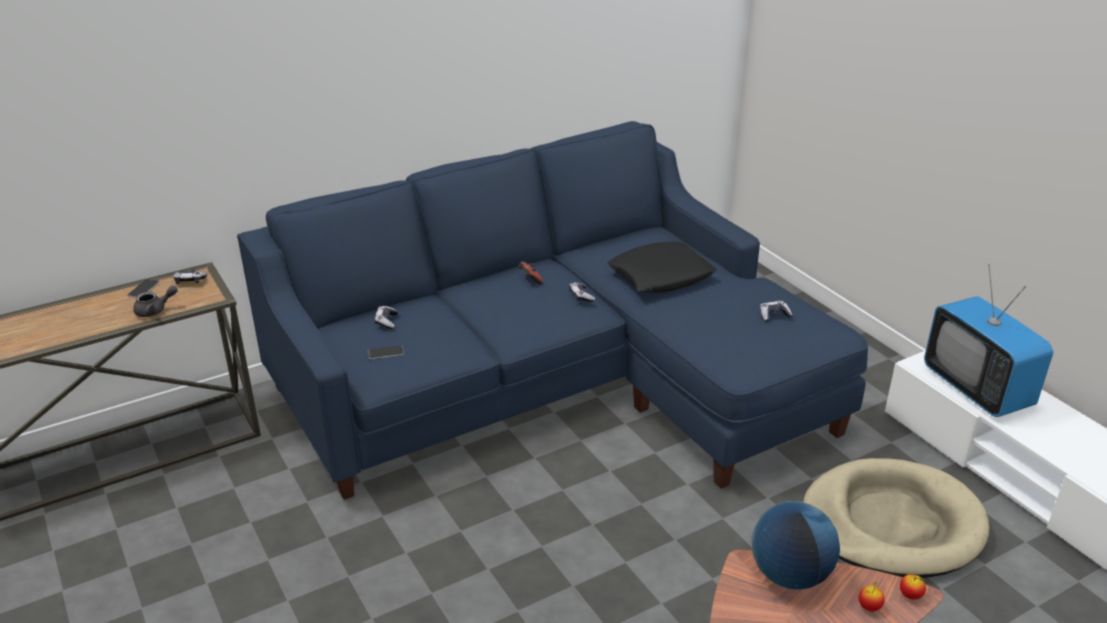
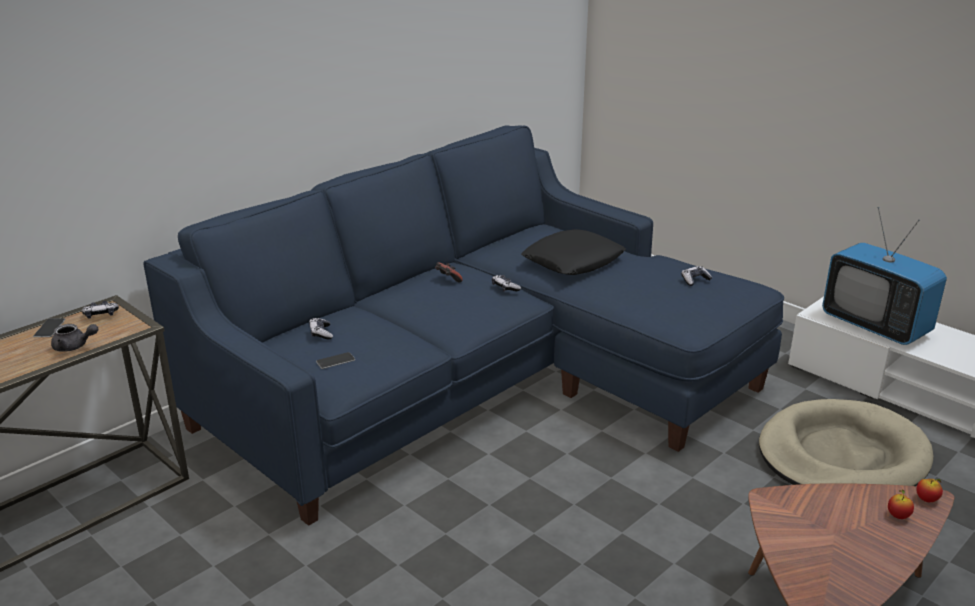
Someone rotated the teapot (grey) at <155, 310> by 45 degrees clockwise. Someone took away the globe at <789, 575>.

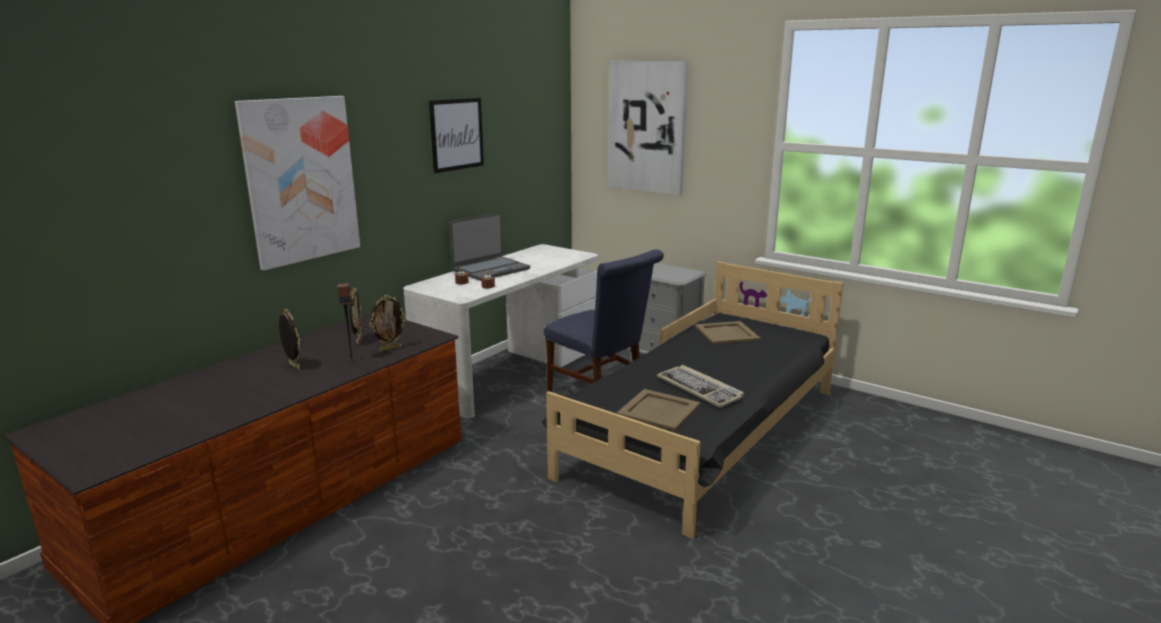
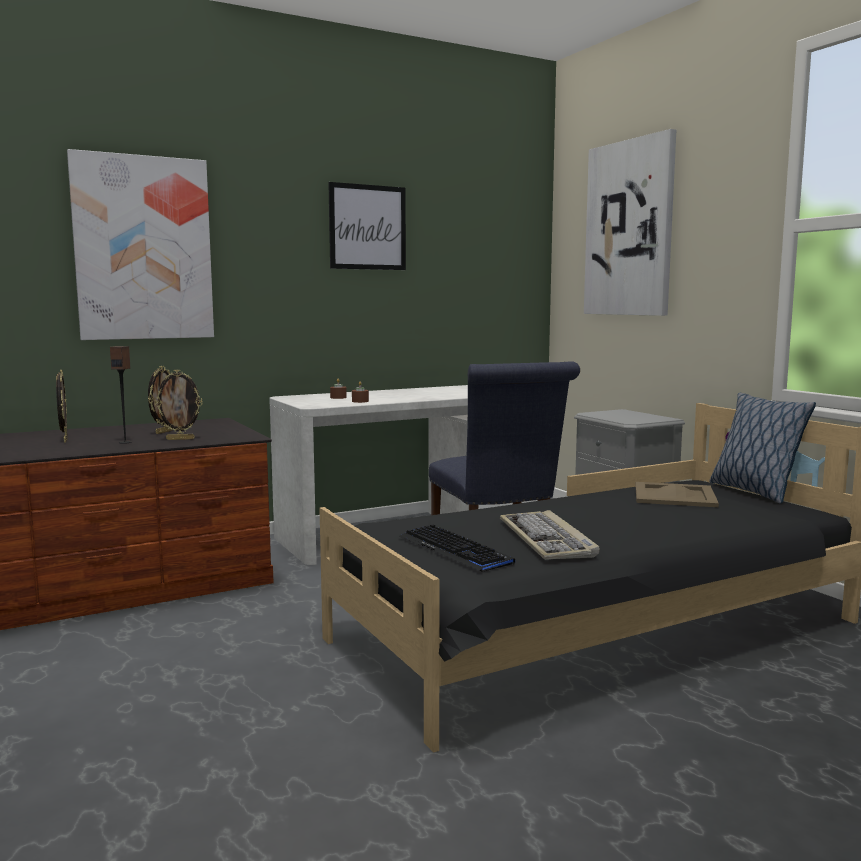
Someone took away the laptop at <491, 270>. Someone swapped the tray (beige) at <659, 410> for the keyboard at <454, 550>. Someone put down the pillow at <754, 491>.

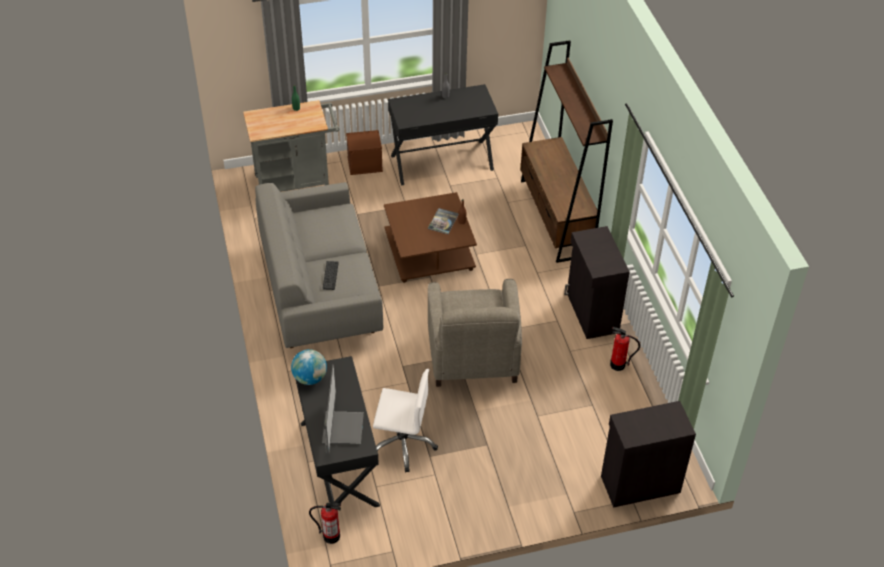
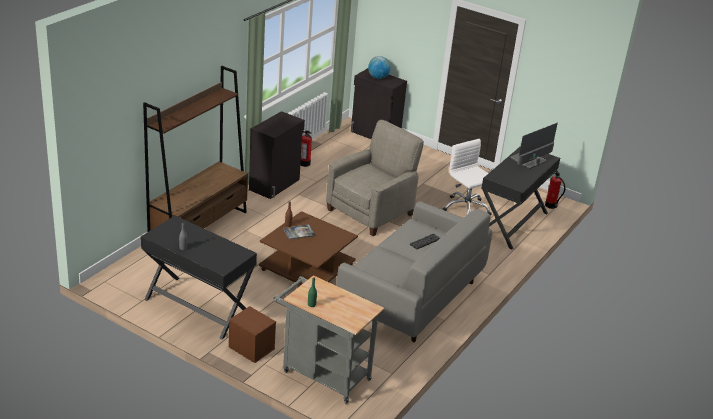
Someone carried the globe from <310, 378> to <378, 77>.

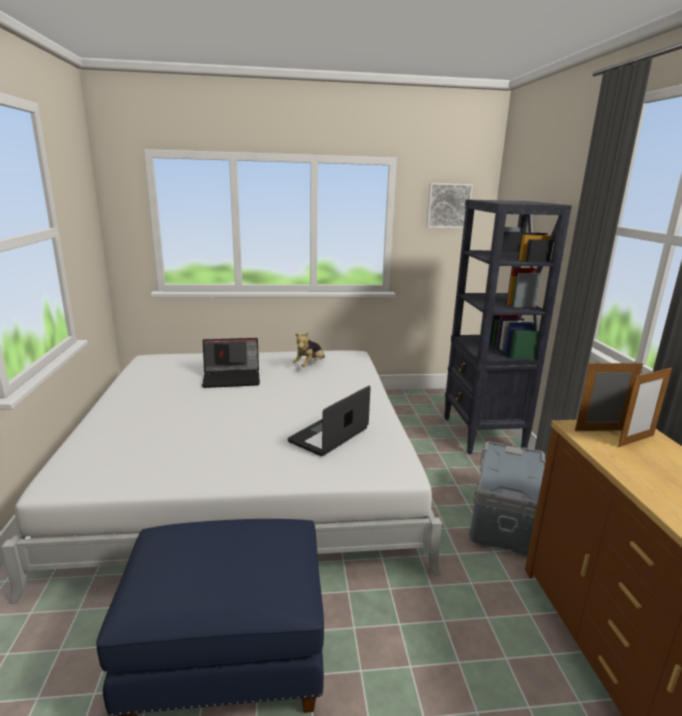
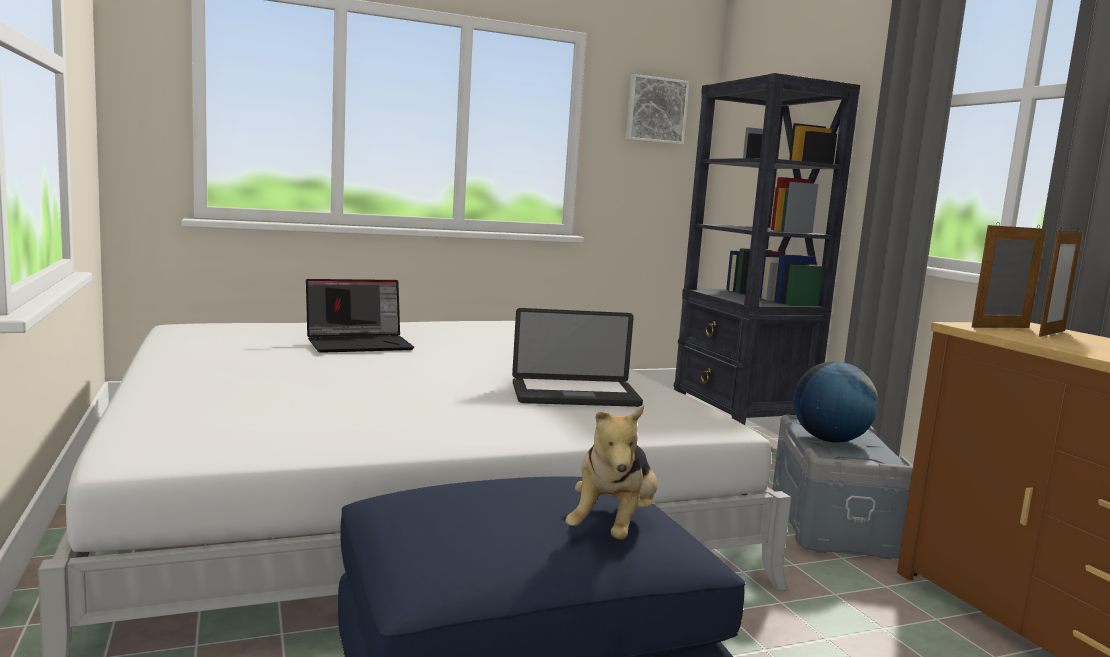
Someone carried the plush toy from <309, 365> to <613, 528>. Someone rotated the laptop at <329, 435> by 120 degrees counterclockwise. Someone put down the globe at <829, 440>.

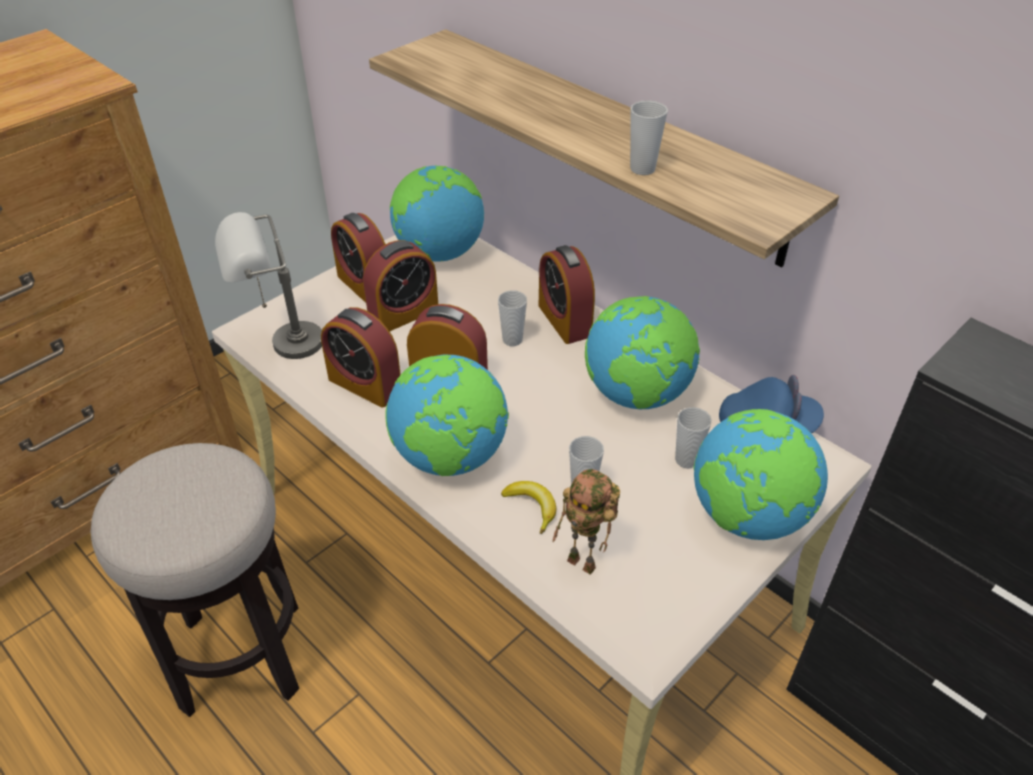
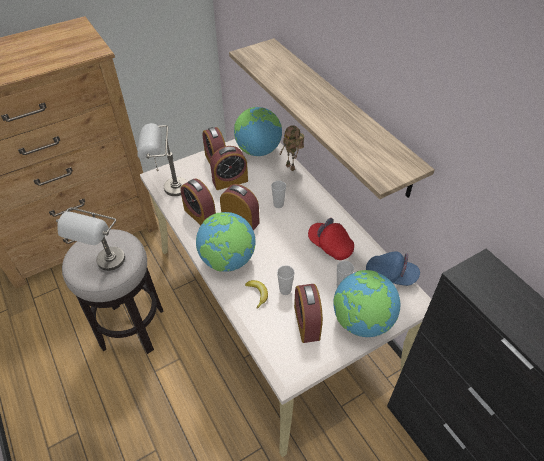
Someone took away the cup at <642, 169>. Someone carried the alarm clock from <564, 320> to <307, 323>. Someone swapped the globe at <637, 395> for the cap (red) at <330, 246>. Someone carried the toy robot from <585, 563> to <292, 167>. Someone put down the table lamp (grey) at <107, 267>.

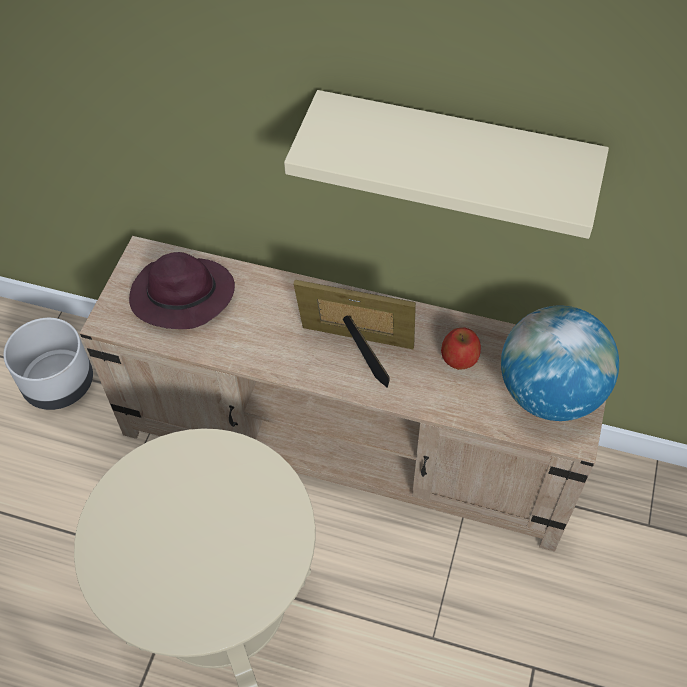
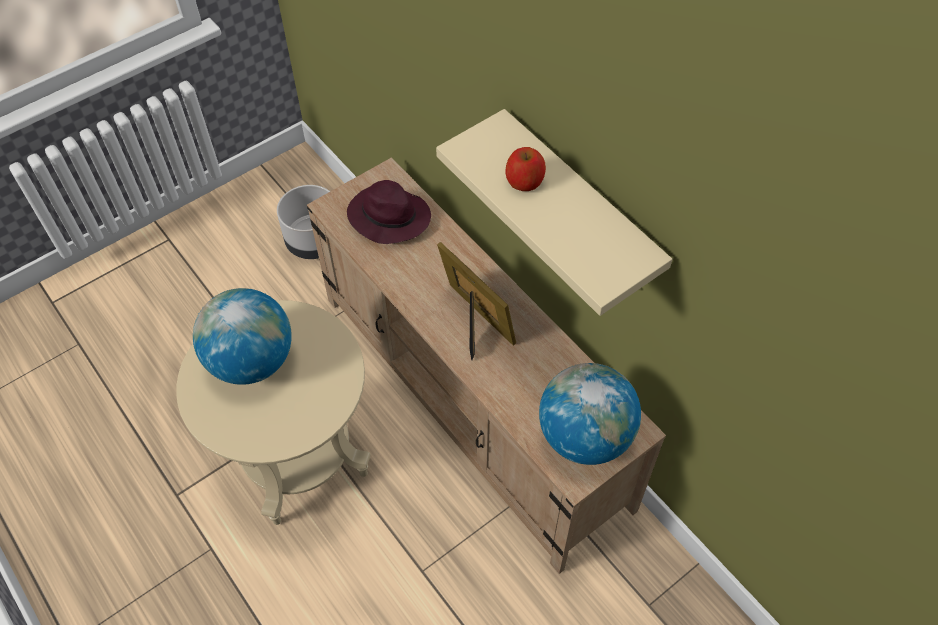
Someone carried the apple from <460, 357> to <525, 180>. Someone put down the globe at <251, 361>.

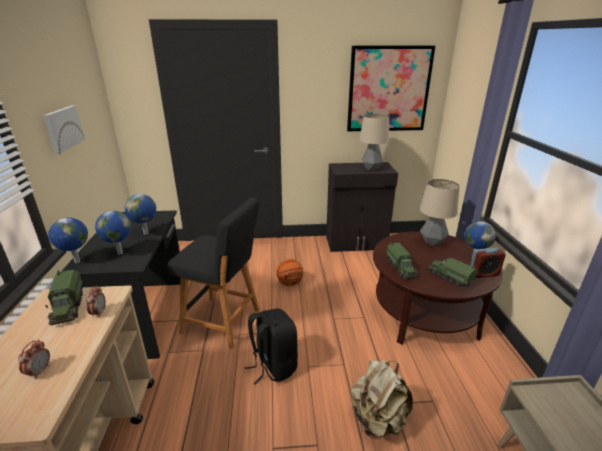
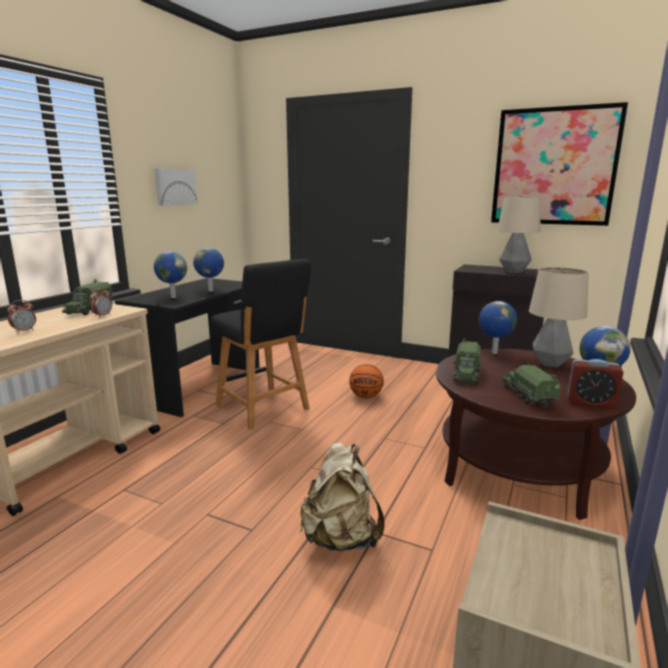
Someone carried the globe from <76, 262> to <493, 353>. Someone took away the backpack (black) at <273, 365>.

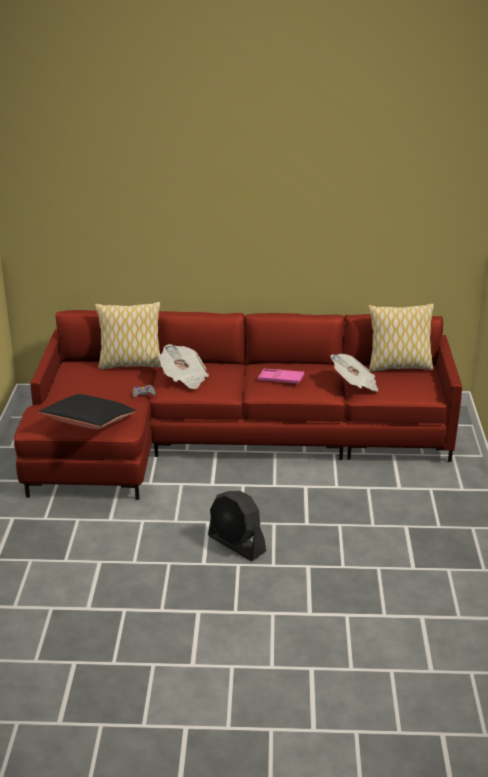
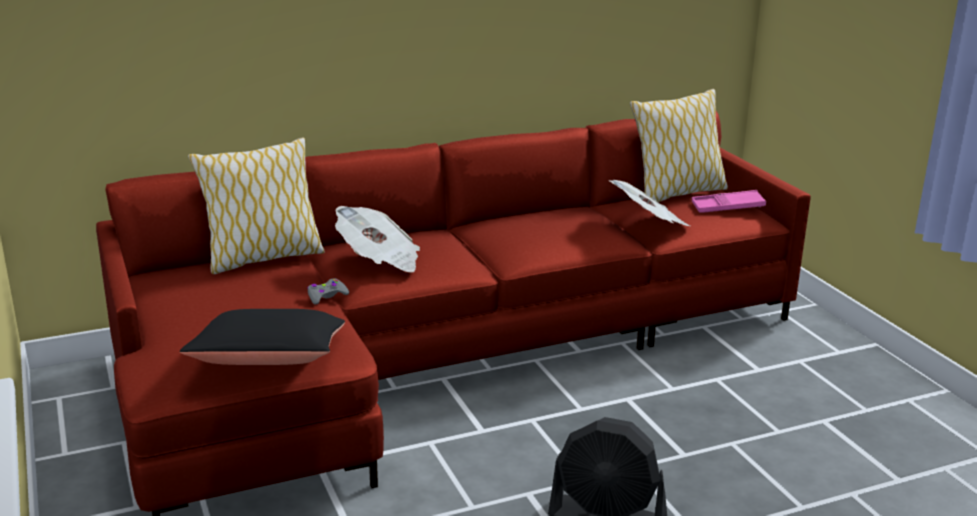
Someone carried the tray (pink) from <280, 379> to <727, 207>.

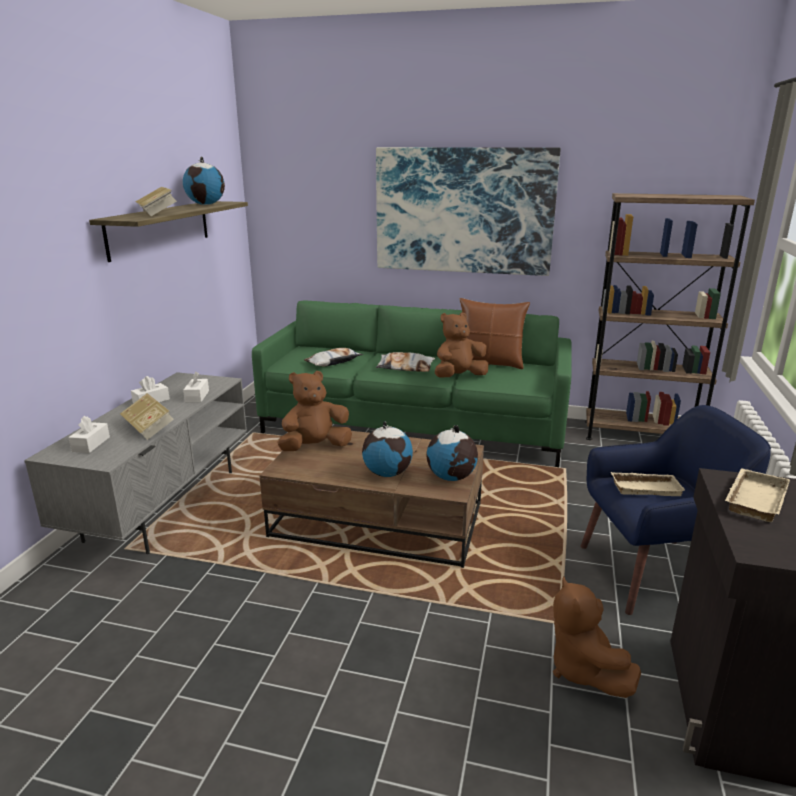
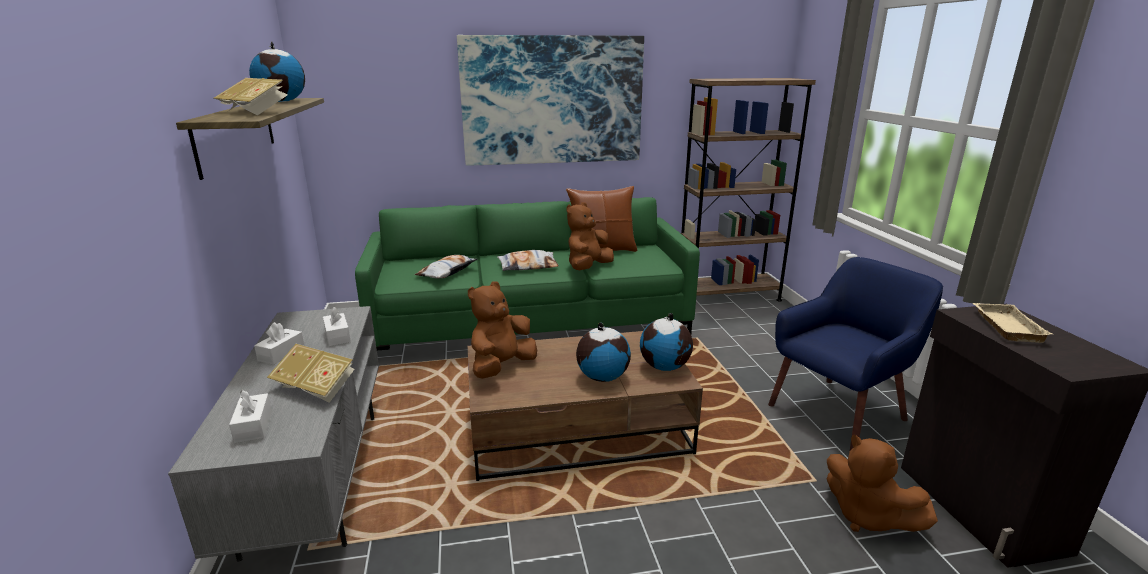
Someone took away the tray (beige) at <646, 487>.

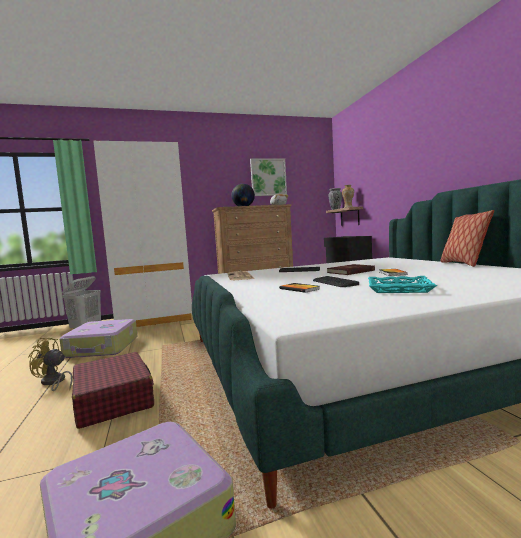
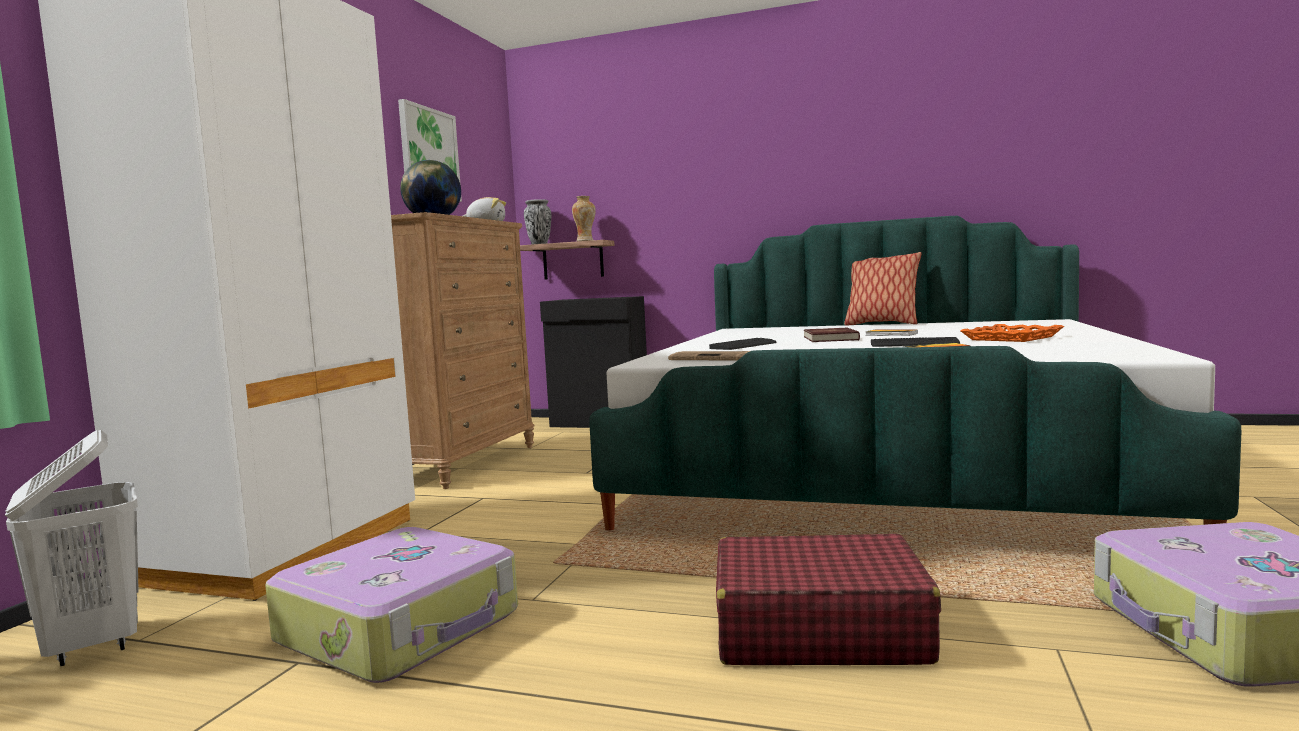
Someone repainted the tray (turquoise) at <399, 289>, which became the tray (orange) at <1012, 338>. Someone took away the fan (yellow) at <53, 382>.

